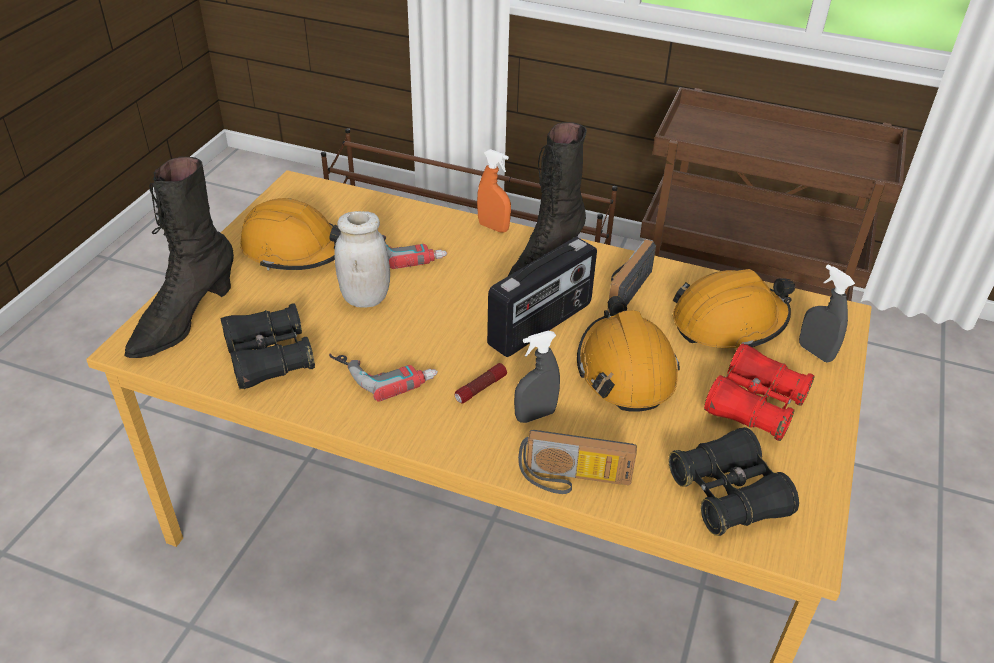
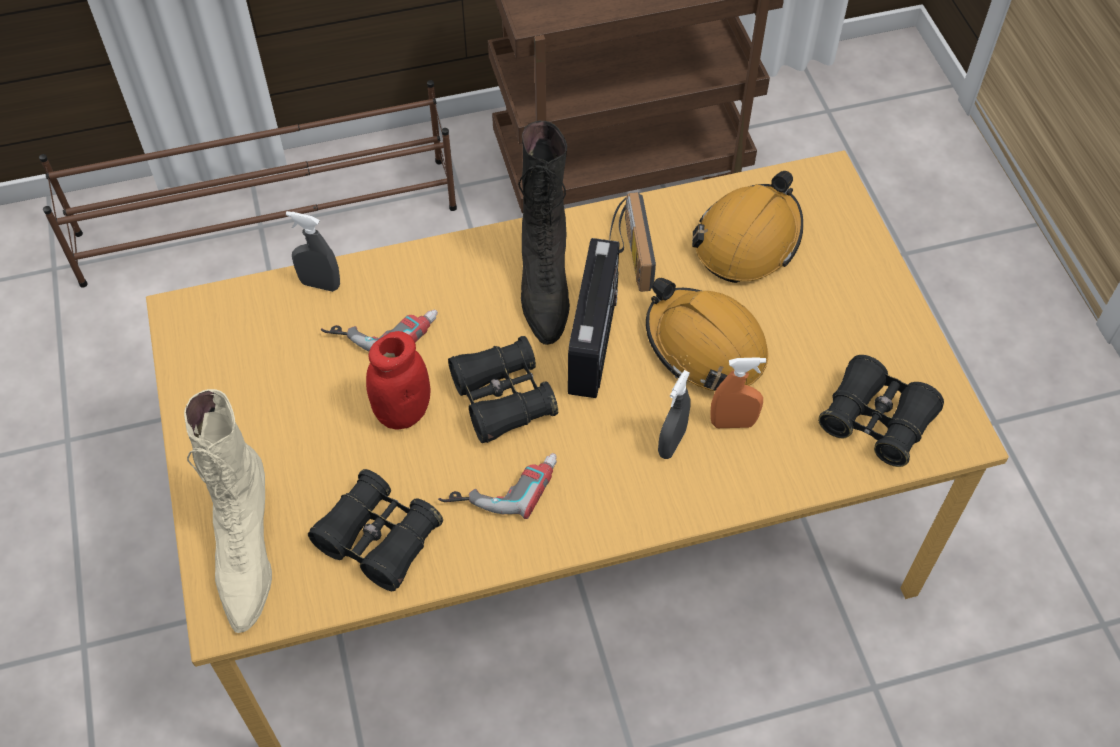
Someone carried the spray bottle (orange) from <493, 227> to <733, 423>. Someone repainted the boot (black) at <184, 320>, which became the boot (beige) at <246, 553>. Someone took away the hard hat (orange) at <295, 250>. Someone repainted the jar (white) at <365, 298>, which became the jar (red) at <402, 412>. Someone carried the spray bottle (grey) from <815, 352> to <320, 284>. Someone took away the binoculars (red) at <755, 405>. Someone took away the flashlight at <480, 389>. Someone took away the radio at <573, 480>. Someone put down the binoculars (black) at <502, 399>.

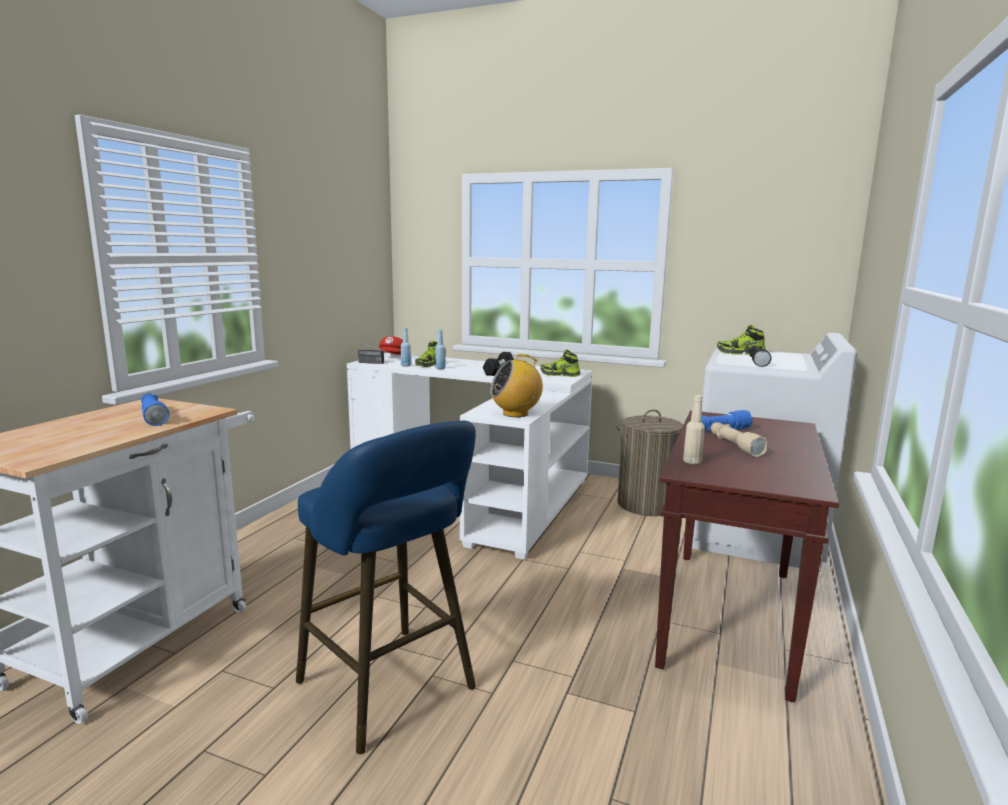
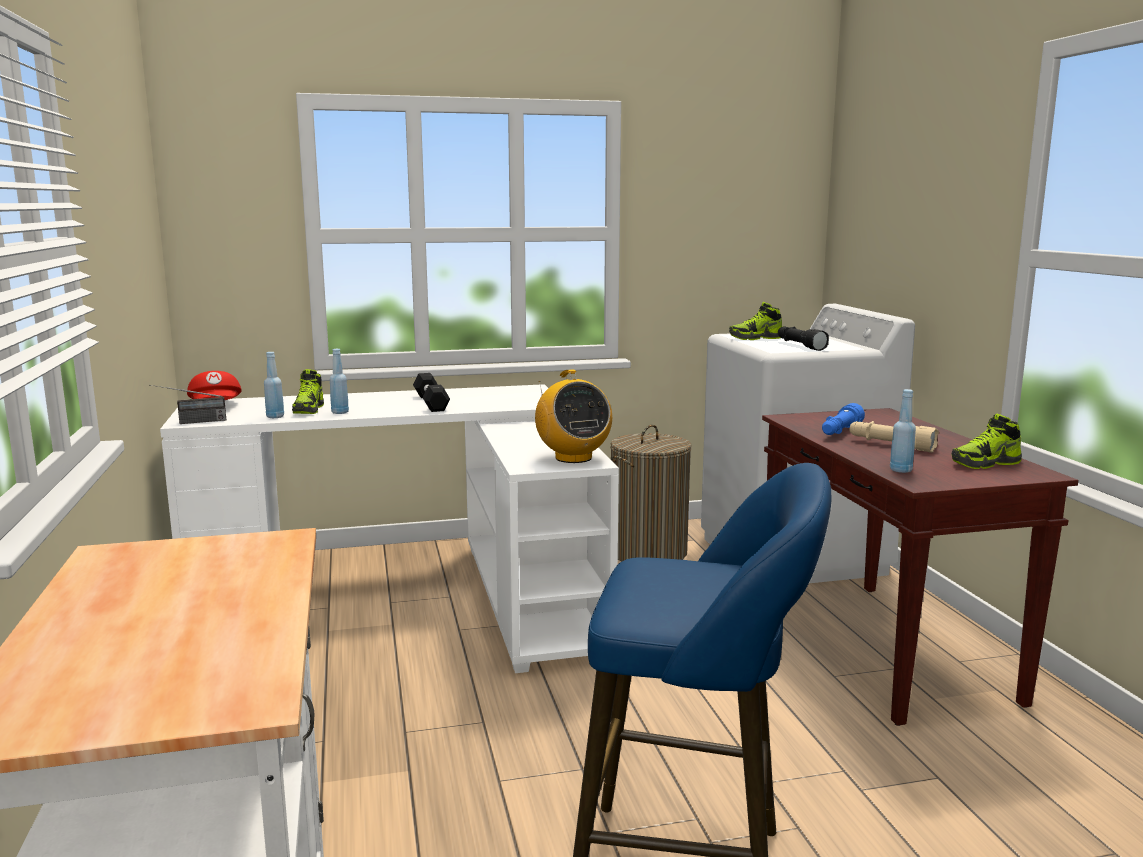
Someone carried the shoe from <560, 375> to <985, 463>. Someone rotated the radio at <516, 414> by 60 degrees counterclockwise. Someone took away the flashlight (blue) at <153, 417>. Someone repainted the bottle (beige) at <692, 462>, which became the bottle (blue) at <901, 470>.

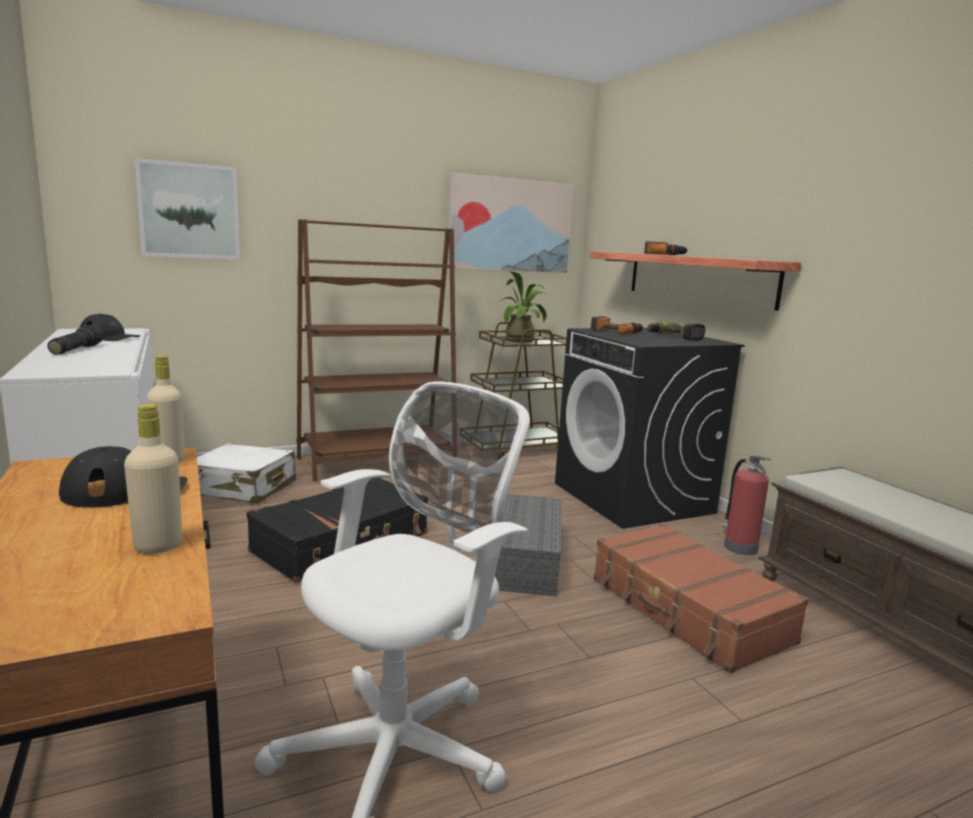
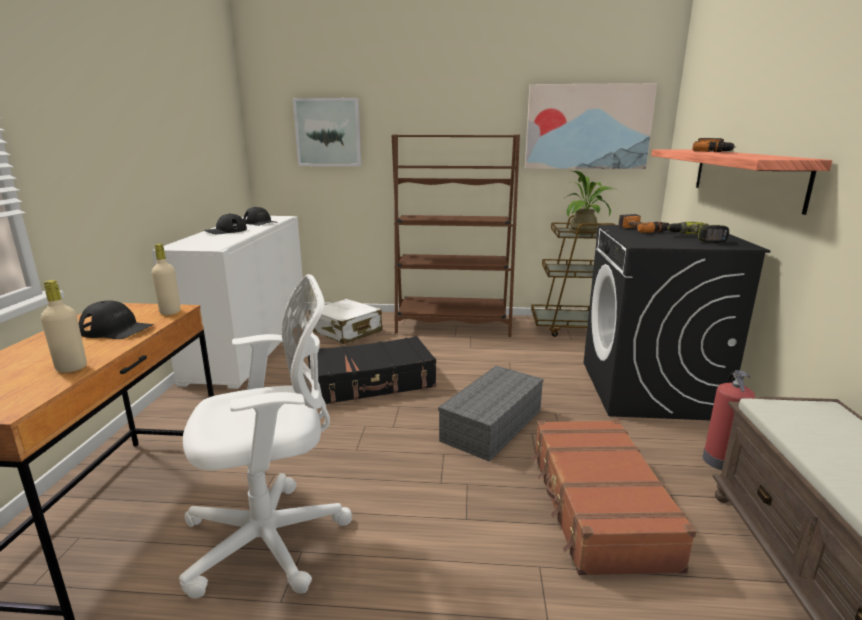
Someone swapped the flashlight at <75, 349> for the cap (black) at <225, 231>.

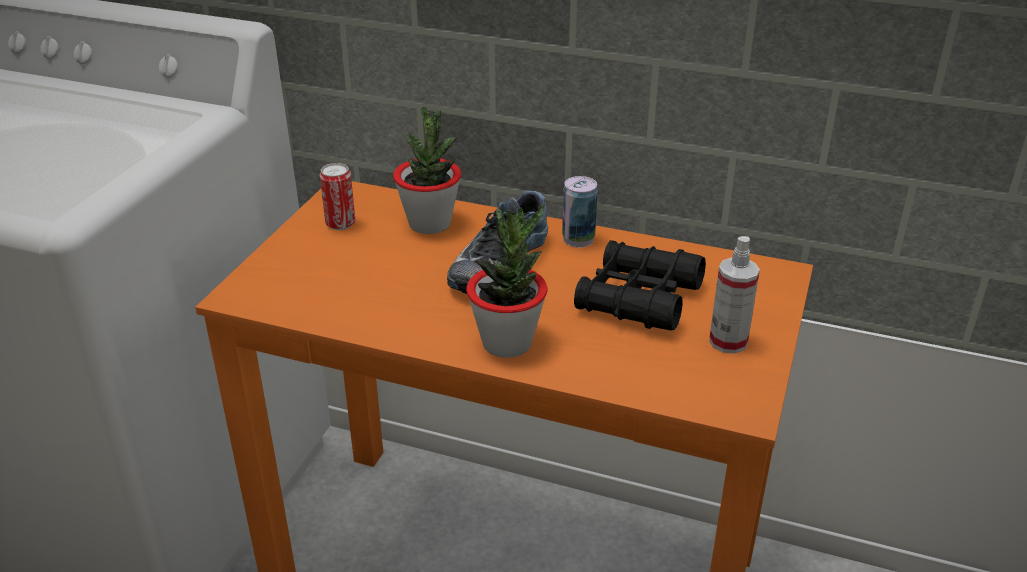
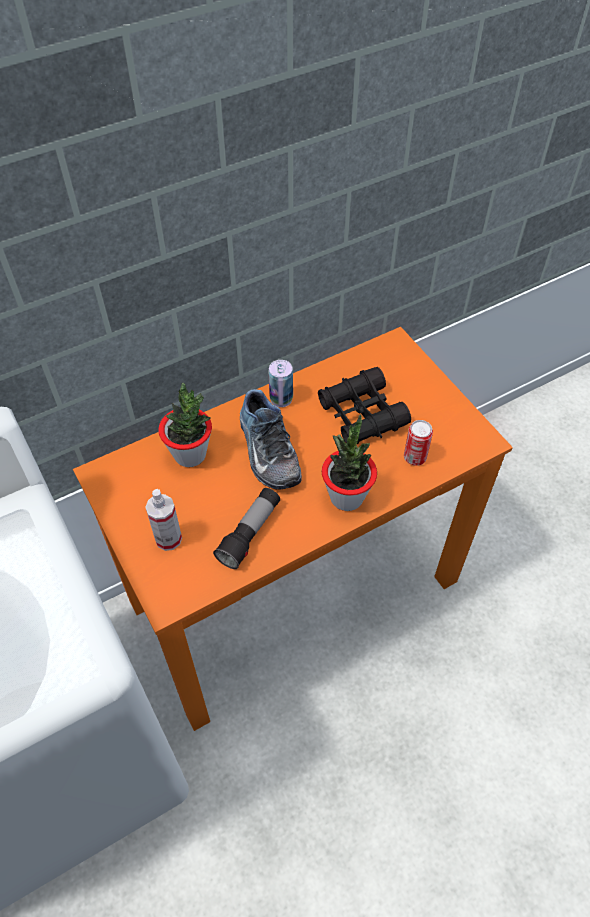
Someone carried the can from <340, 224> to <415, 457>. Someone carried the spray bottle from <728, 341> to <168, 539>. Someone put down the flashlight at <250, 533>.

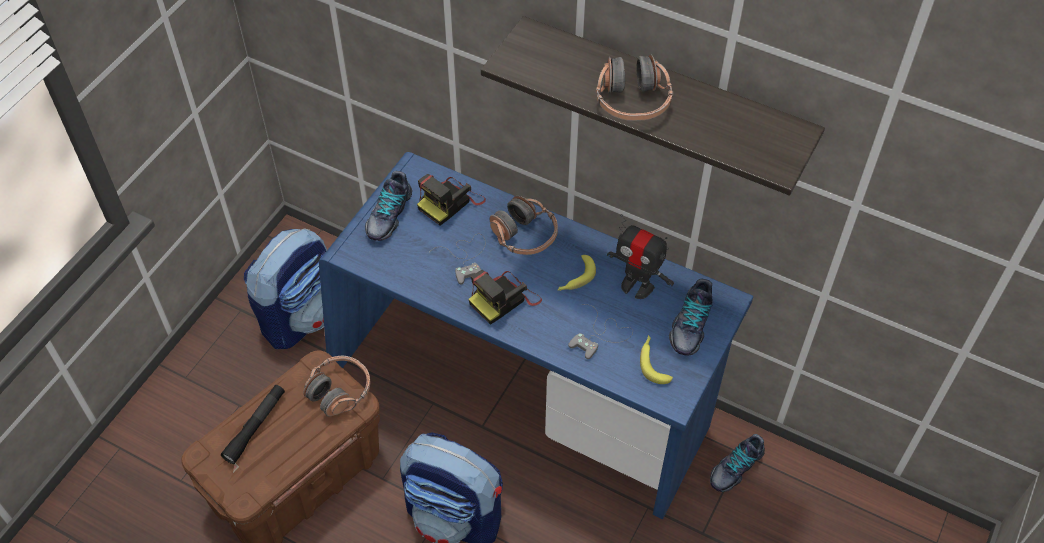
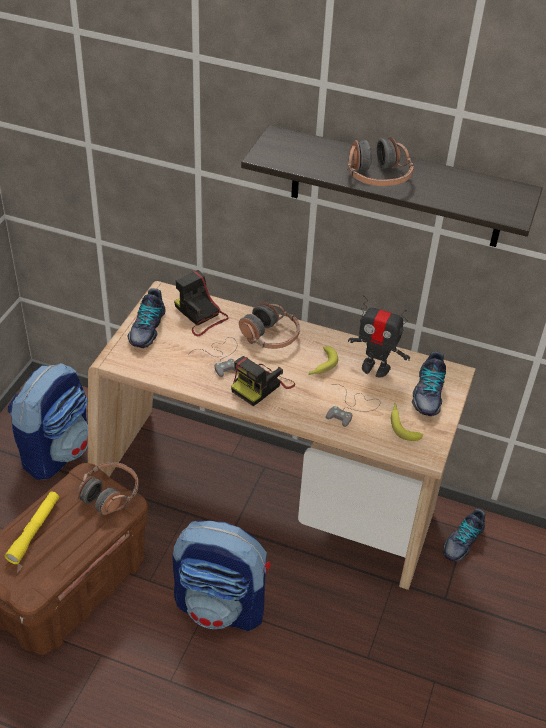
Someone repainted the desk (blue) at <522, 396>, which became the desk (beige) at <265, 500>. Someone rotated the photo camera at <450, 202> by 105 degrees clockwise. Someone repainted the flashlight (black) at <255, 427>, which became the flashlight (yellow) at <34, 531>.

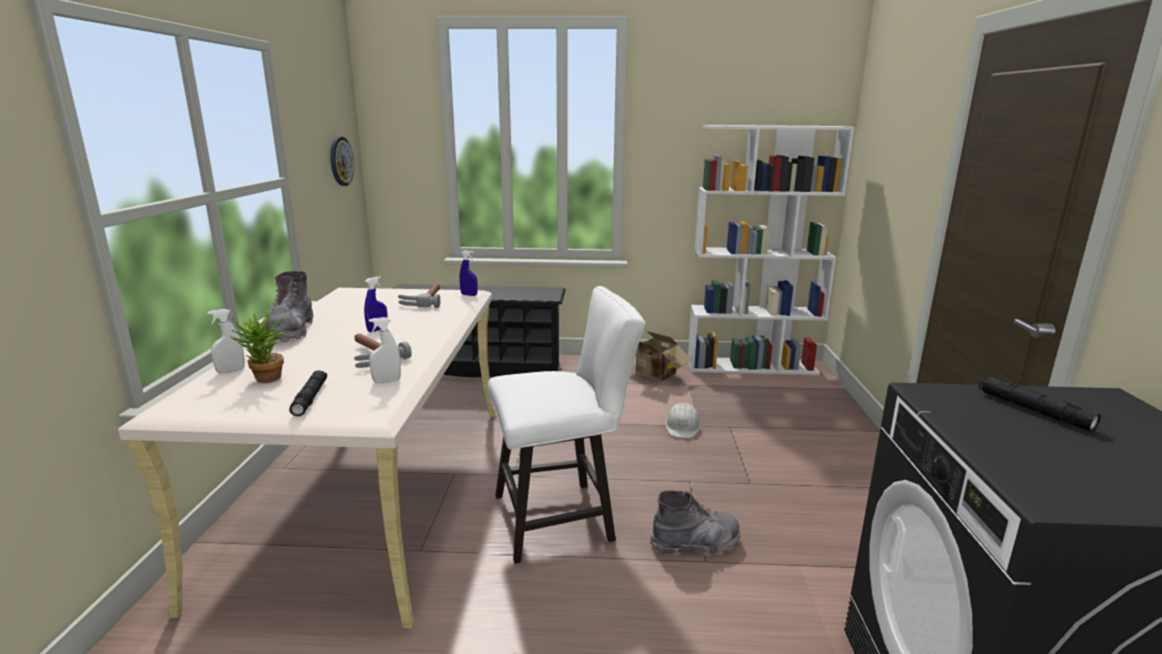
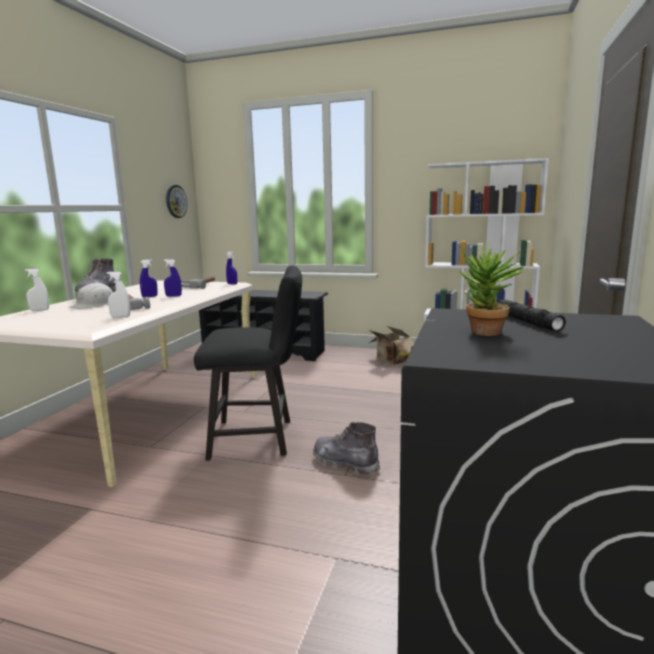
Someone repainted the chair (white) at <563, 517>, which became the chair (black) at <259, 438>. Someone carried the potted plant from <266, 380> to <486, 333>. Someone took away the flashlight (black) at <310, 398>. Someone carried the hard hat (white) from <682, 426> to <95, 305>. Someone rotated the boot (grey) at <696, 544> by 150 degrees counterclockwise. Someone put down the spray bottle (blue) at <173, 296>.

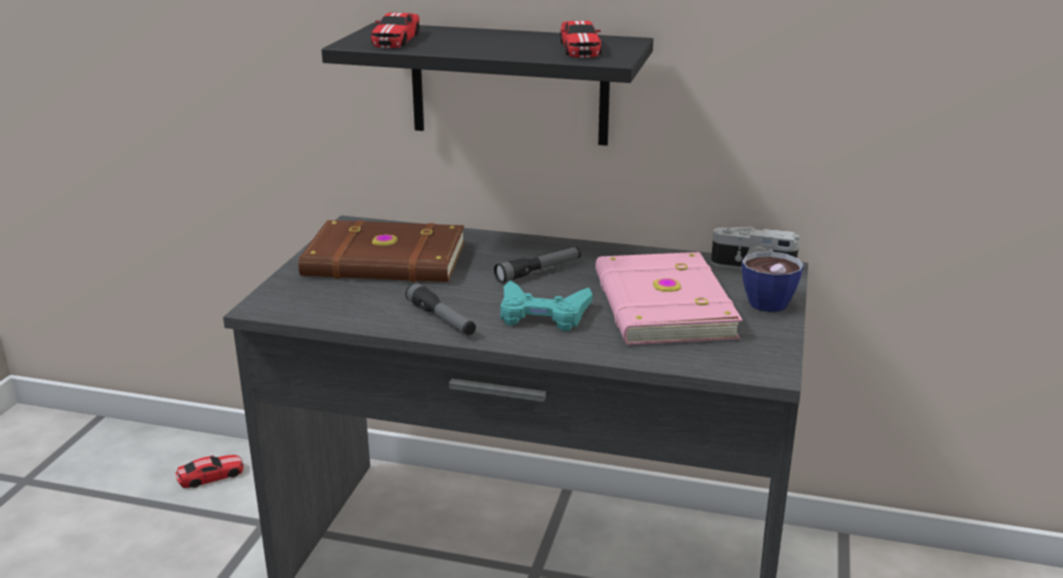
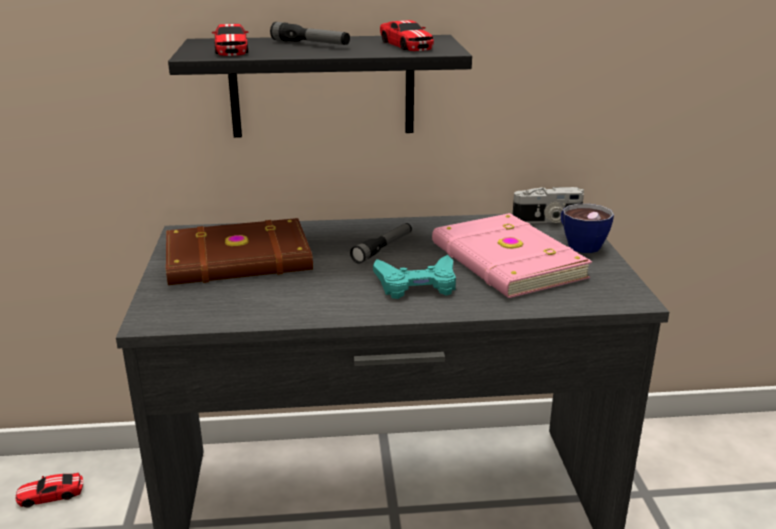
Someone carried the flashlight from <441, 319> to <310, 44>. Someone rotated the toy car at <210, 476> by 150 degrees counterclockwise.

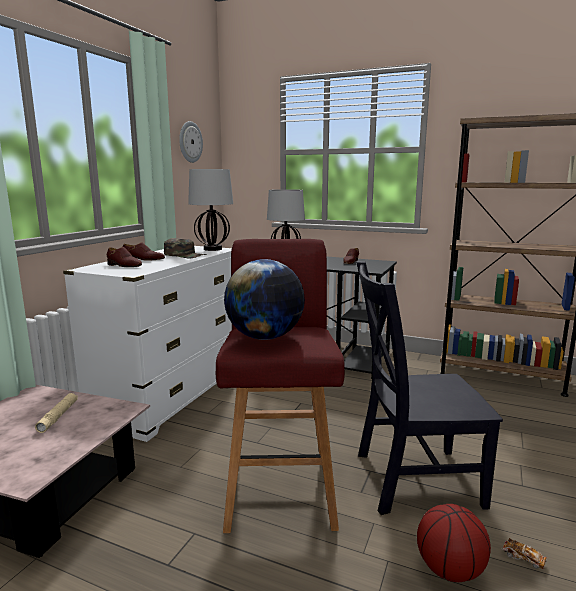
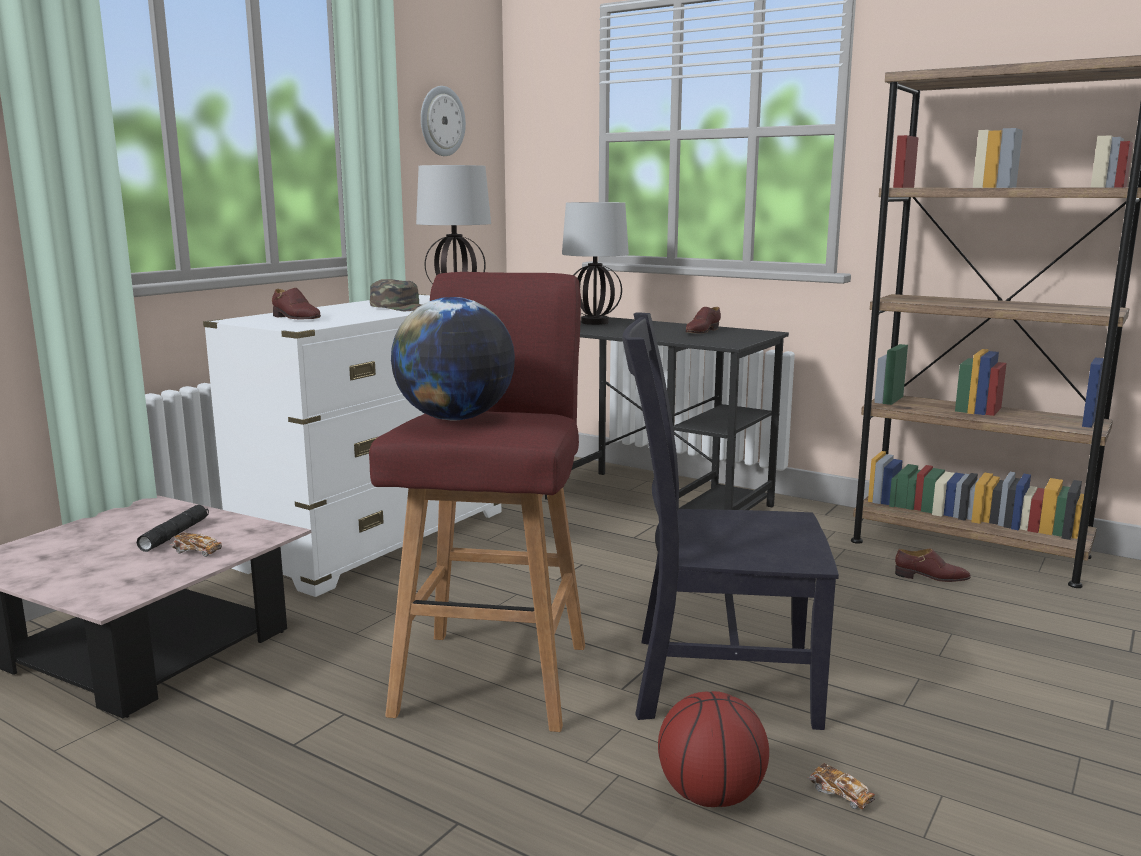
Someone carried the shoe (brown) from <143, 260> to <931, 577>. Someone repainted the flashlight (beige) at <58, 416>, which became the flashlight (black) at <175, 535>. Someone put down the toy car at <196, 552>.

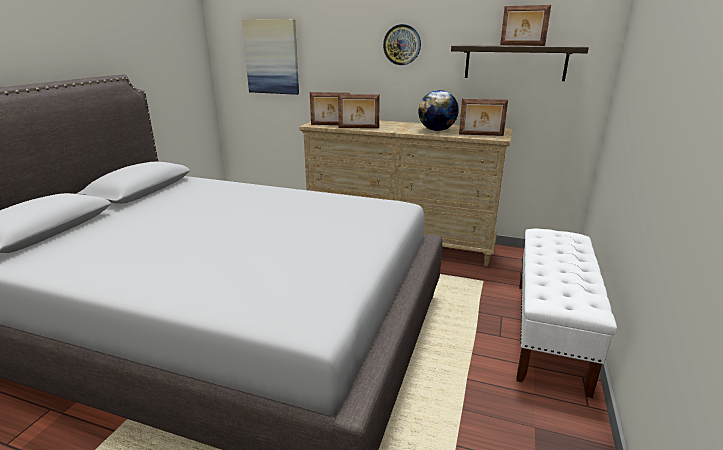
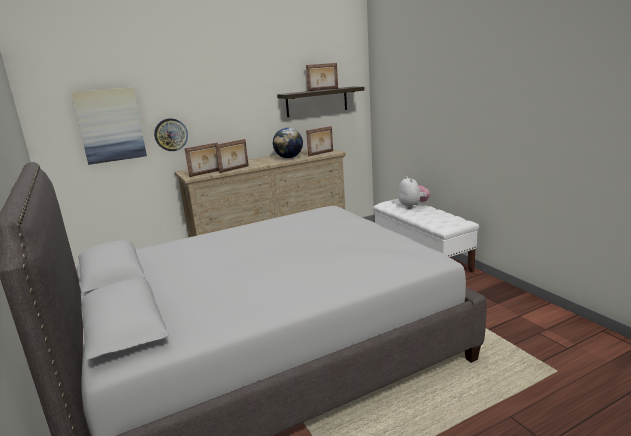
Someone carried the wall clock from <402, 45> to <171, 134>. Someone put down the plush toy at <413, 206>.

